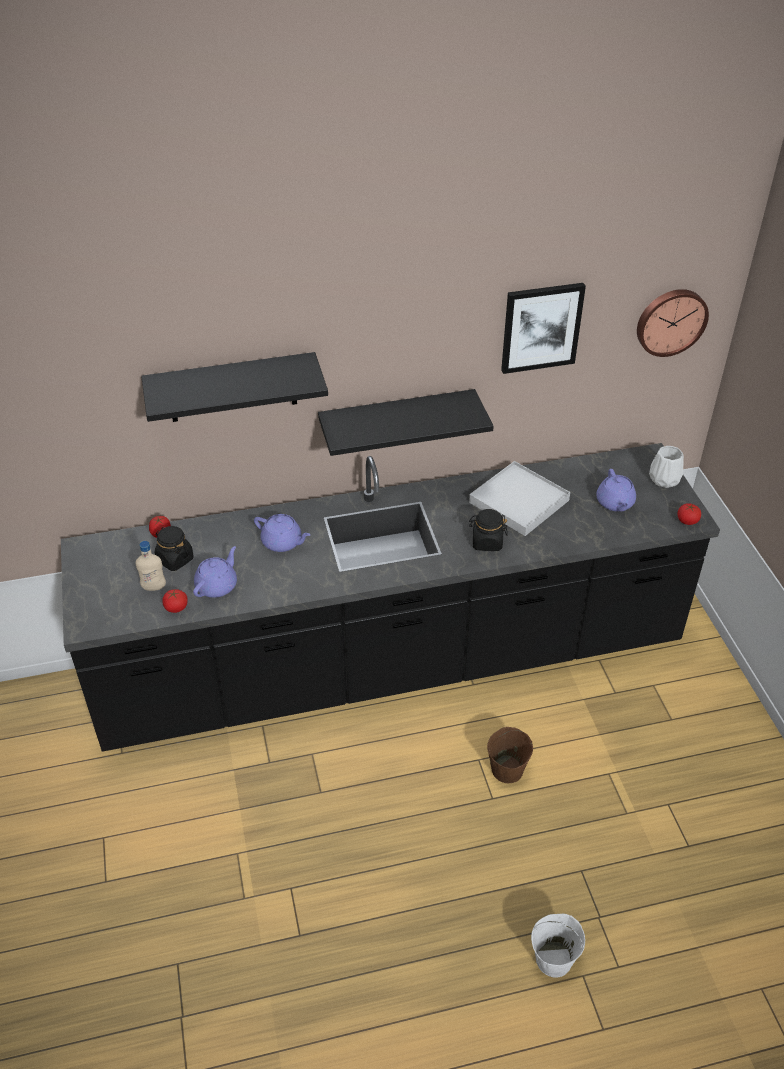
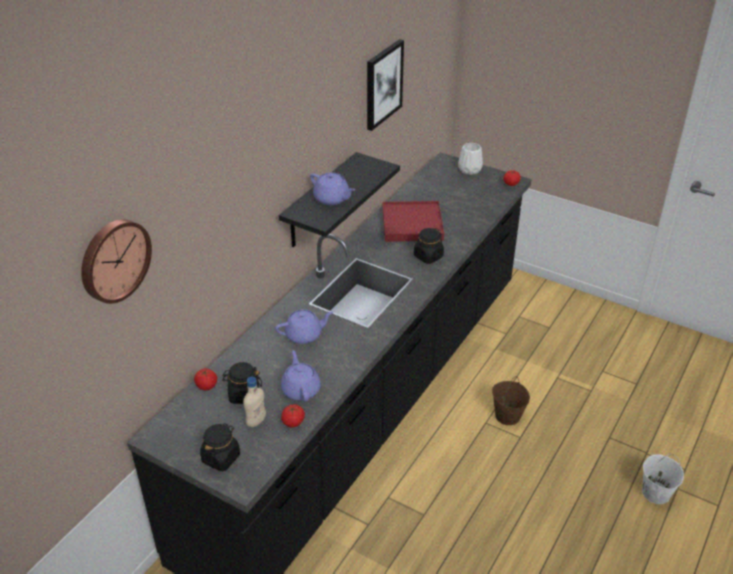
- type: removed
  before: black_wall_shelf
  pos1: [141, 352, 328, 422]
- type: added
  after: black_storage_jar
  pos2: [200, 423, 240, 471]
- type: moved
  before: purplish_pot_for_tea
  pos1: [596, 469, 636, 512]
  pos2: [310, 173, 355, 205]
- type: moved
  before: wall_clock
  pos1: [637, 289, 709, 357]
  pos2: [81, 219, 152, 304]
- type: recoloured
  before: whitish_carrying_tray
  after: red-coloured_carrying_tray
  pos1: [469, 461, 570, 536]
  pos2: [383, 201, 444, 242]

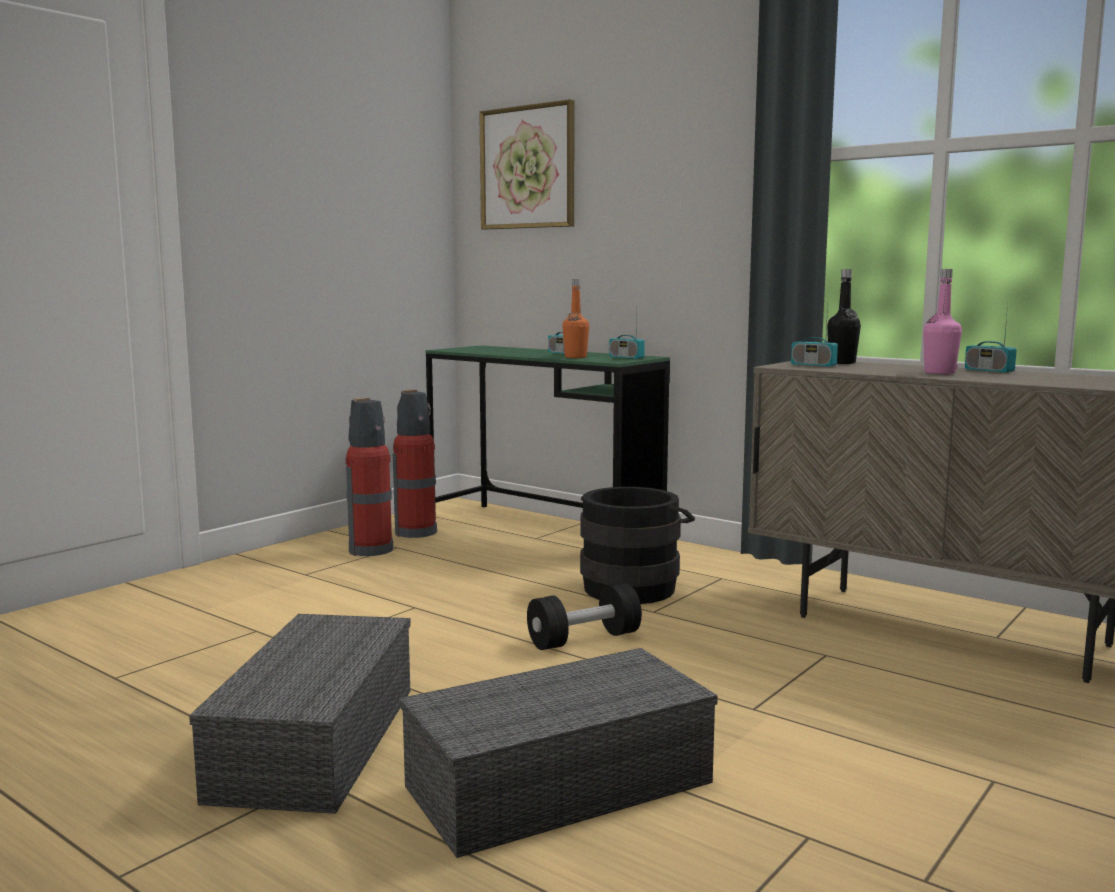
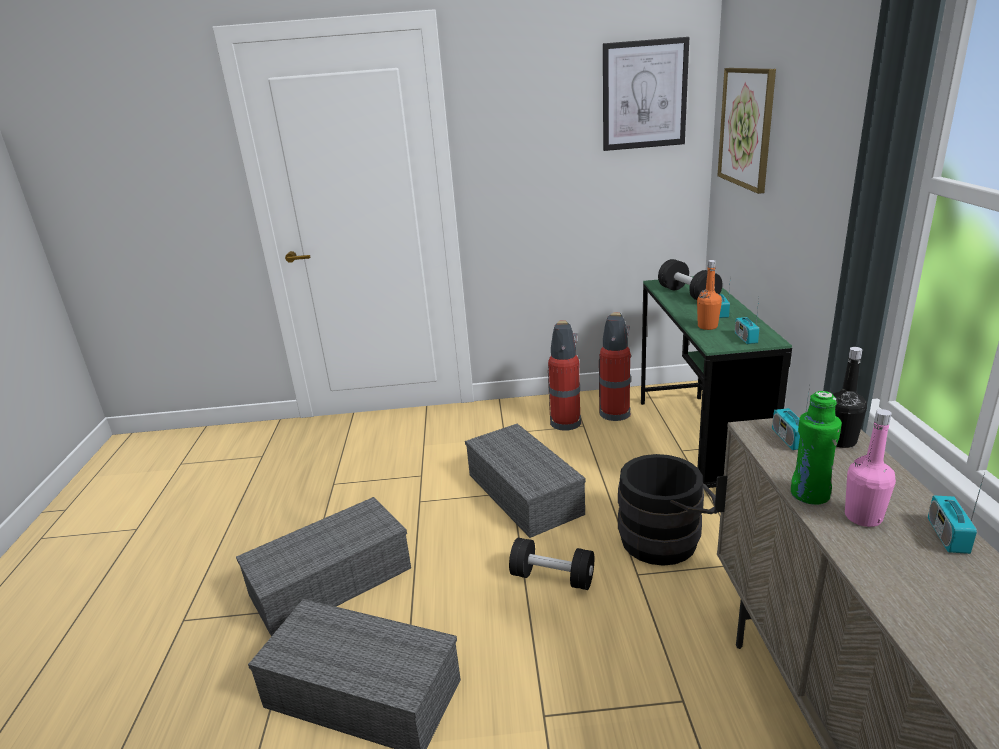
- type: added
  after: grey_storage_box
  pos2: [465, 424, 586, 538]
- type: added
  after: picture
  pos2: [603, 37, 689, 151]
- type: added
  after: black_dumbbell
  pos2: [658, 259, 722, 300]
- type: added
  after: greenish_beverage_bottle
  pos2: [791, 391, 842, 505]

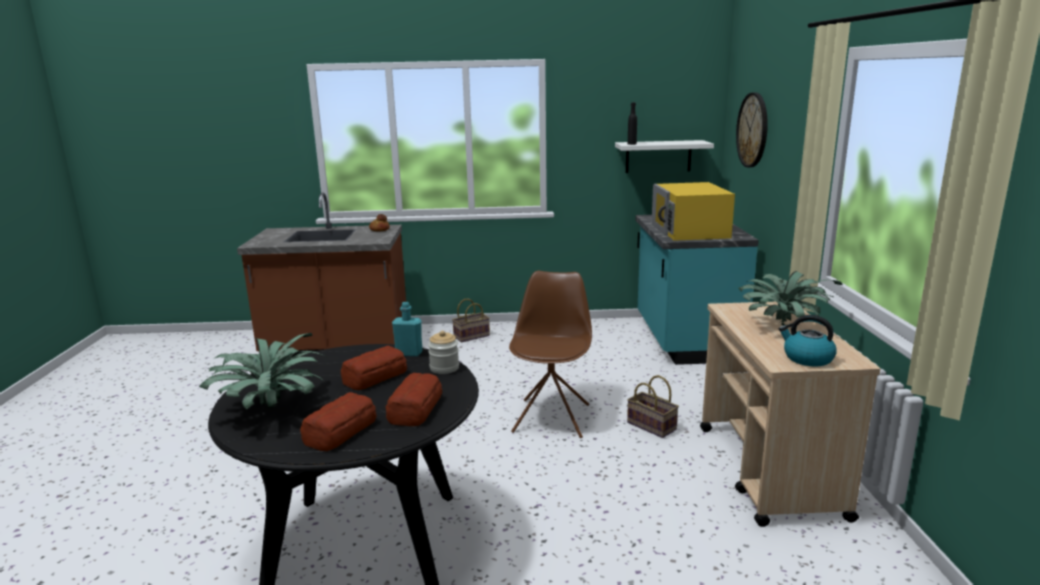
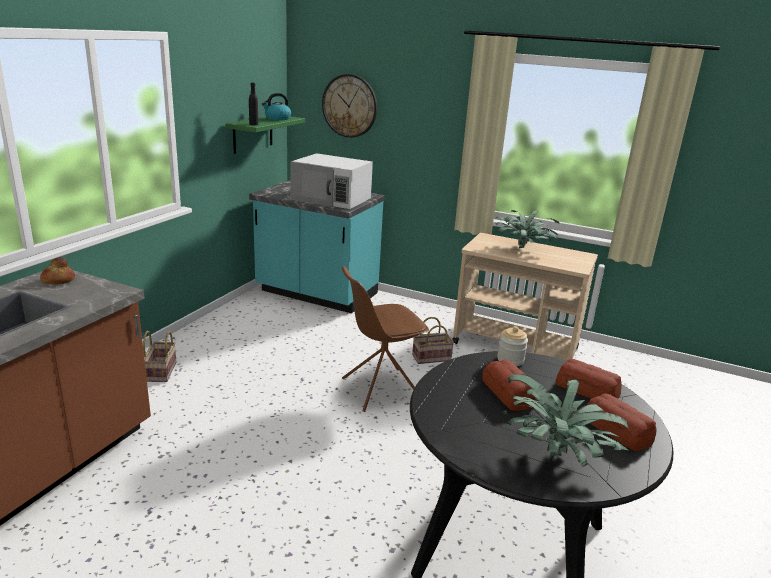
- type: removed
  before: blue-green_beverage_bottle
  pos1: [392, 302, 423, 356]
- type: moved
  before: tea_kettle
  pos1: [779, 315, 837, 367]
  pos2: [262, 93, 291, 120]
- type: recoloured
  before: whitish_wall_shelf
  after: greenish_wall_shelf
  pos1: [615, 140, 714, 173]
  pos2: [225, 116, 305, 154]
- type: recoloured
  before: yellowish_microwave
  after: whitish_microwave
  pos1: [651, 182, 735, 241]
  pos2: [290, 153, 373, 209]
- type: turned
  before: brown-coloured_upright_chair
  pos1: [509, 271, 592, 438]
  pos2: [342, 266, 429, 412]
  turn: -60

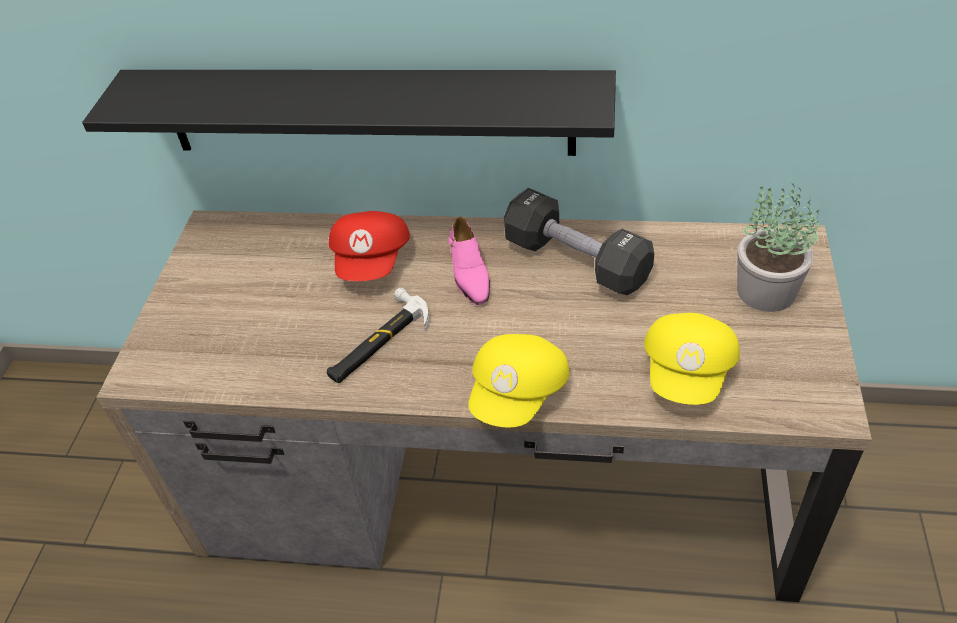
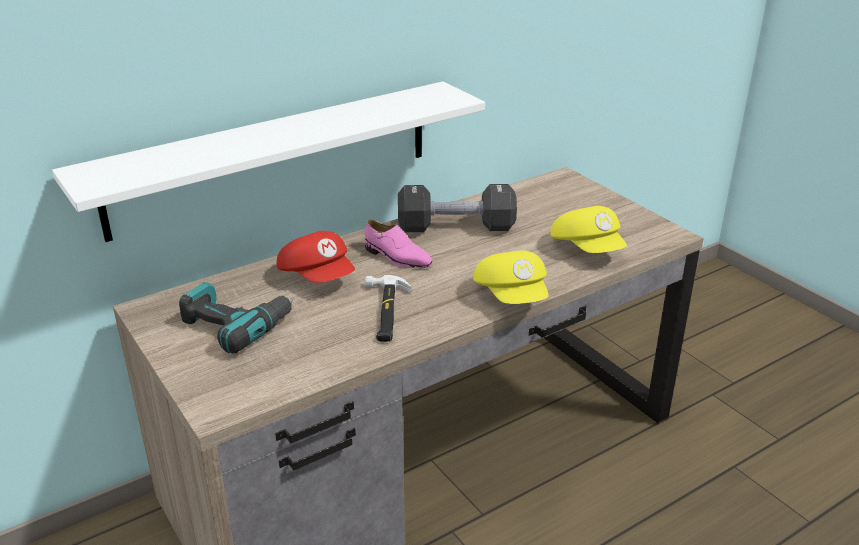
- type: removed
  before: potted_plant
  pos1: [737, 183, 820, 312]
- type: added
  after: electric_drill
  pos2: [179, 282, 294, 354]
- type: recoloured
  before: black_wall_shelf
  after: whitish_wall_shelf
  pos1: [82, 70, 616, 156]
  pos2: [52, 81, 485, 242]

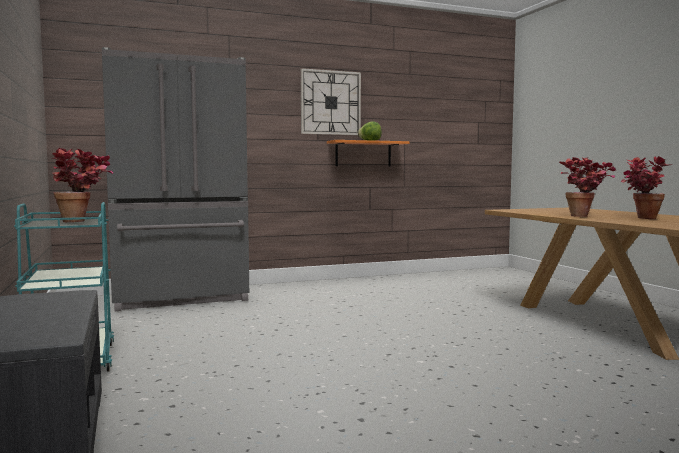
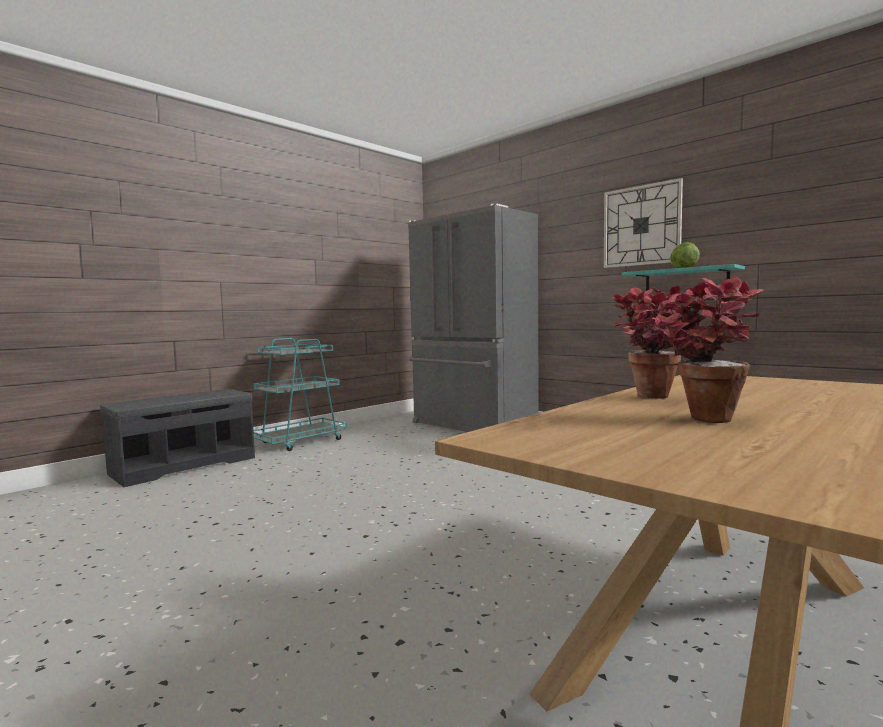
- type: removed
  before: potted_plant
  pos1: [52, 148, 113, 222]
- type: recoloured
  before: orange-coloured_wall_shelf
  after: blue-green_wall_shelf
  pos1: [327, 140, 410, 166]
  pos2: [622, 264, 745, 302]

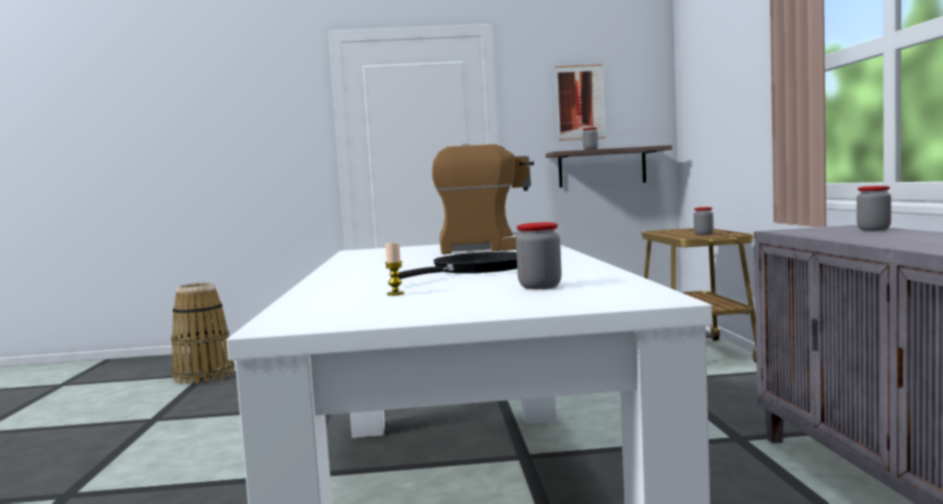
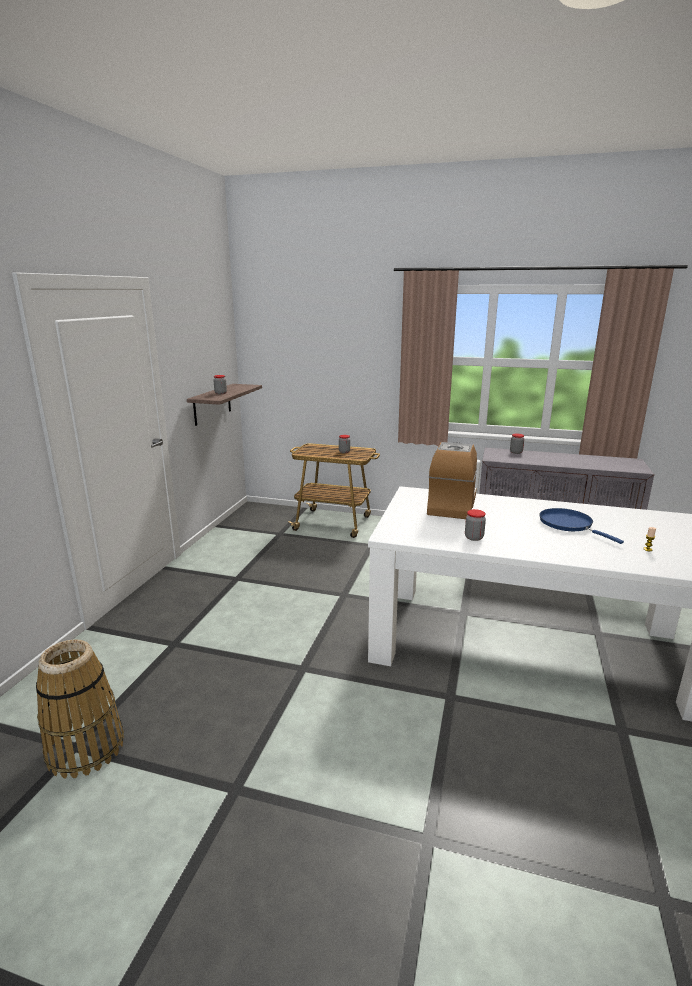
- type: removed
  before: picture
  pos1: [555, 64, 606, 141]
- type: moved
  before: storage_jar
  pos1: [516, 222, 562, 289]
  pos2: [465, 509, 486, 541]
- type: recoloured
  before: black_pan
  after: blue_pan
  pos1: [398, 252, 517, 279]
  pos2: [539, 508, 624, 544]

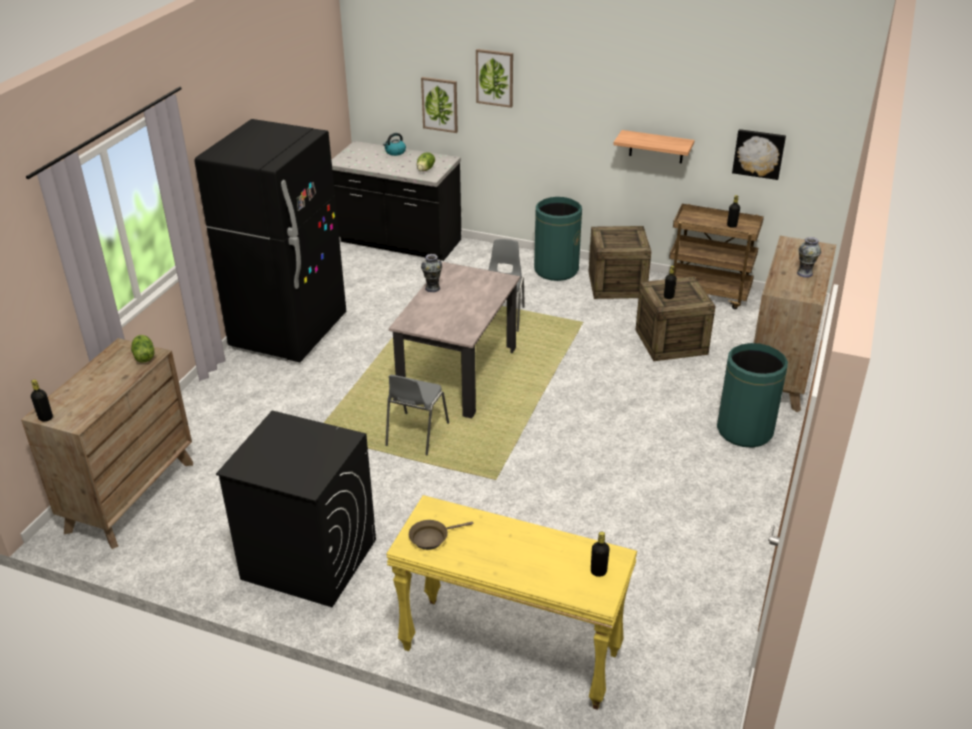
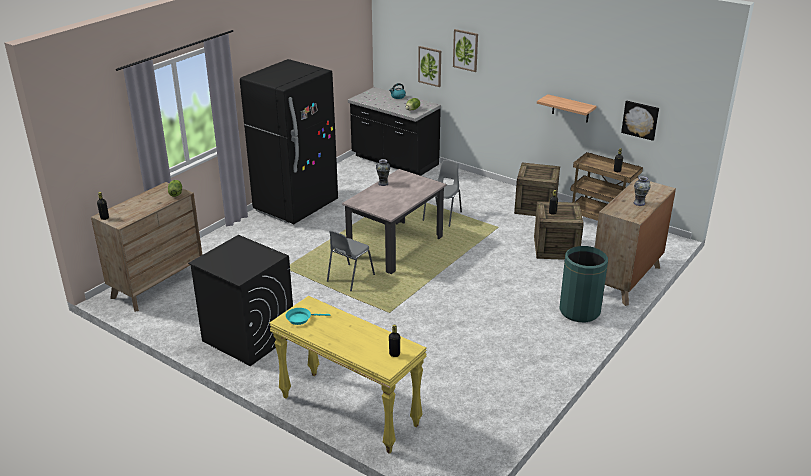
- type: removed
  before: greenish_trash_can
  pos1: [534, 197, 582, 281]
- type: recoloured
  before: brown-coloured_pan
  after: blue-green_pan
  pos1: [409, 520, 474, 550]
  pos2: [286, 308, 330, 325]

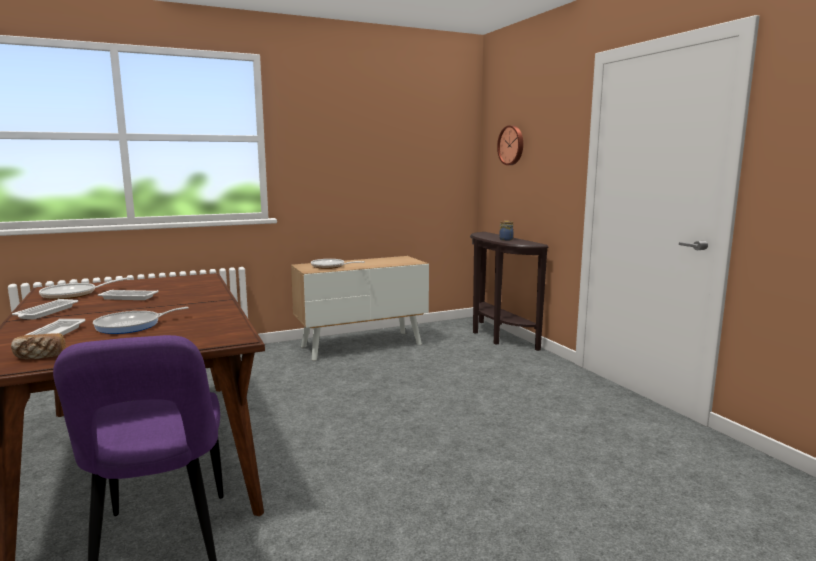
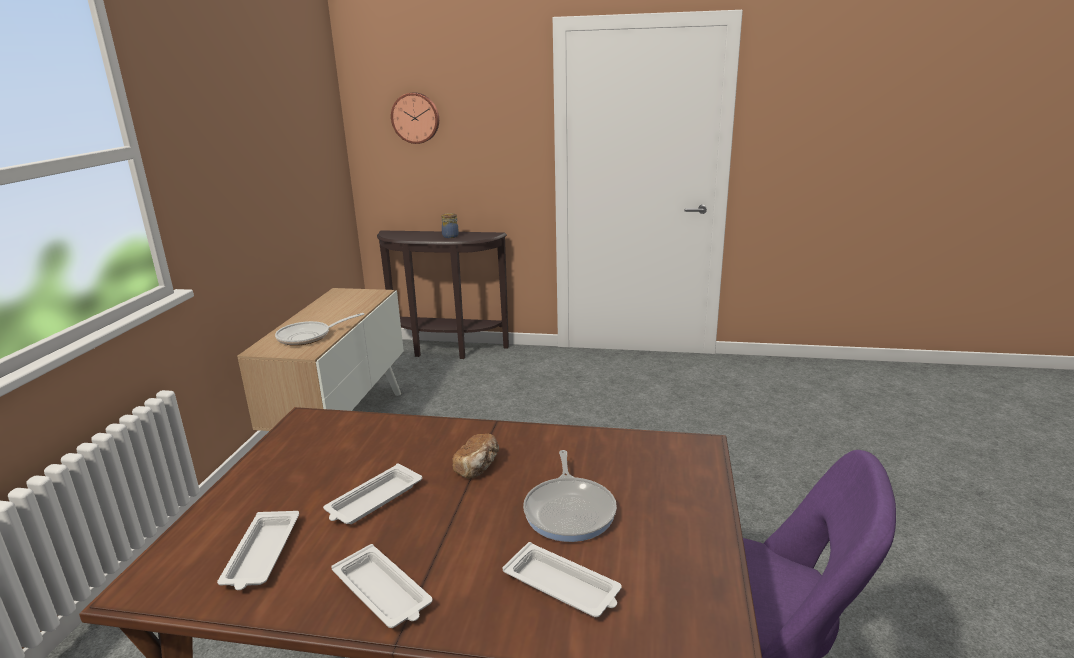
- type: moved
  before: bakery_bread
  pos1: [11, 333, 66, 359]
  pos2: [452, 434, 499, 479]
- type: replaced
  before: pan
  after: whitish_carrying_tray
  pos1: [39, 277, 133, 300]
  pos2: [217, 511, 299, 590]

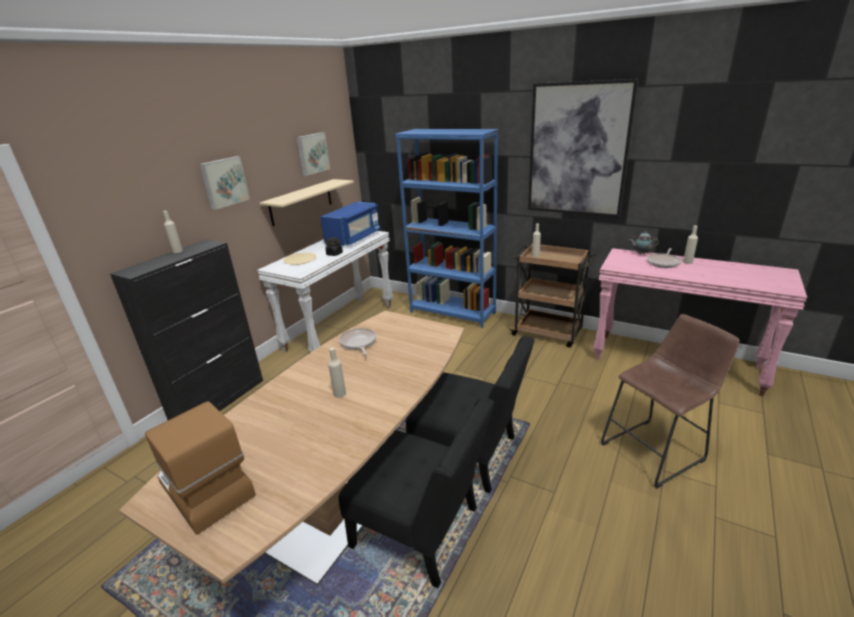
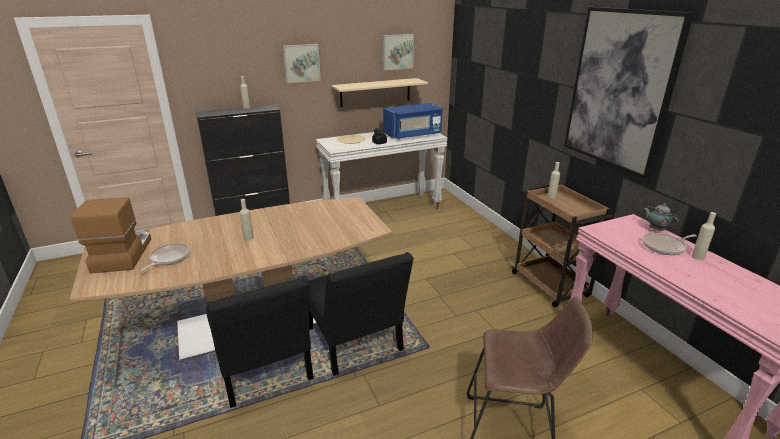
- type: removed
  before: blue_shelving_unit
  pos1: [395, 129, 499, 328]
- type: moved
  before: pan
  pos1: [339, 328, 376, 355]
  pos2: [140, 243, 190, 272]

